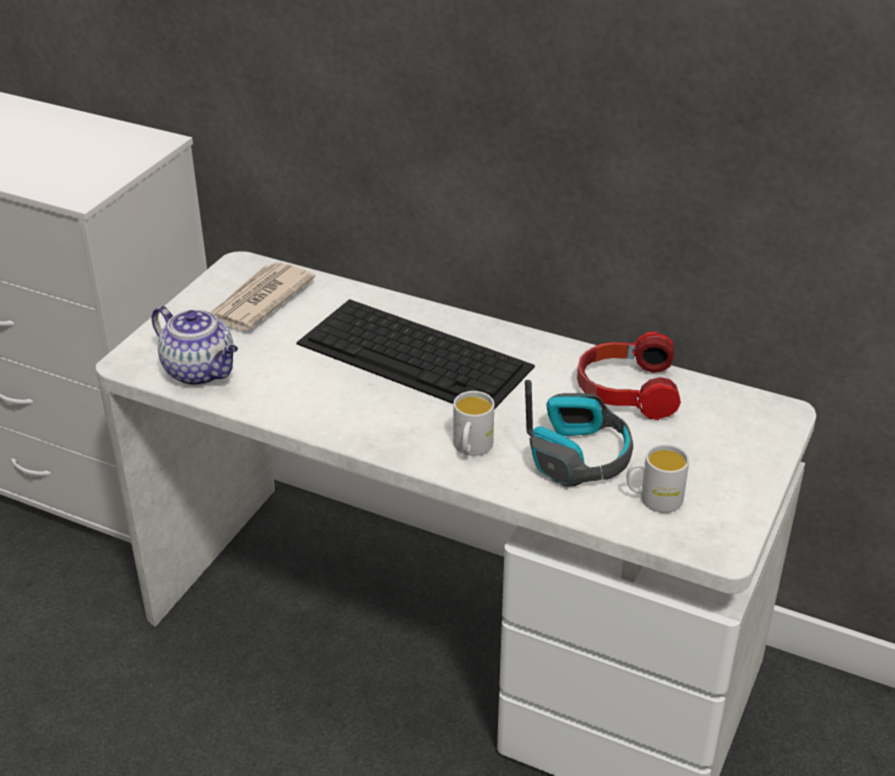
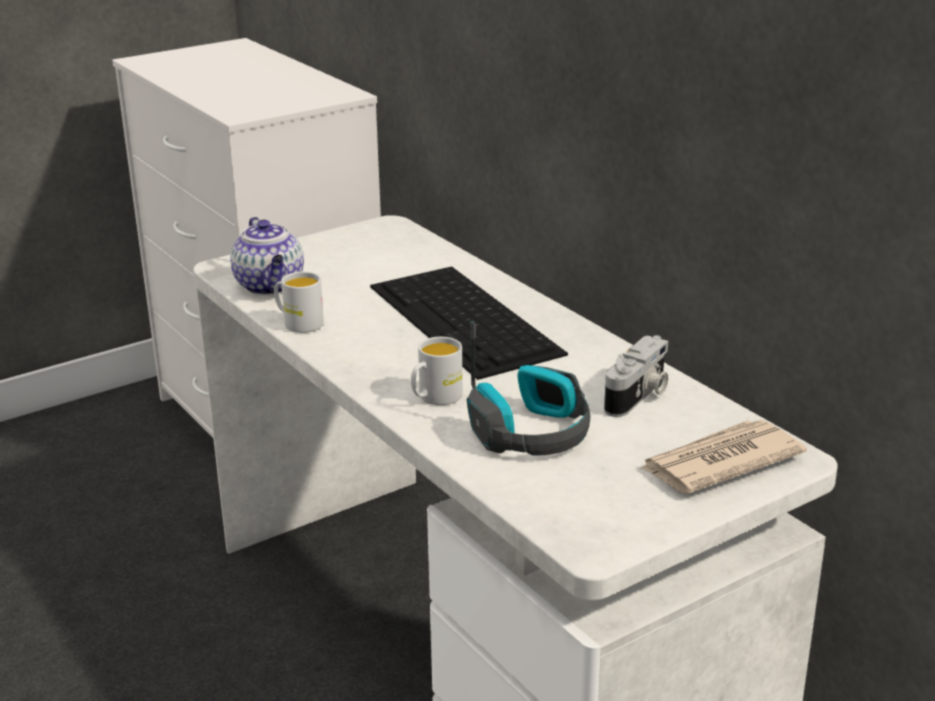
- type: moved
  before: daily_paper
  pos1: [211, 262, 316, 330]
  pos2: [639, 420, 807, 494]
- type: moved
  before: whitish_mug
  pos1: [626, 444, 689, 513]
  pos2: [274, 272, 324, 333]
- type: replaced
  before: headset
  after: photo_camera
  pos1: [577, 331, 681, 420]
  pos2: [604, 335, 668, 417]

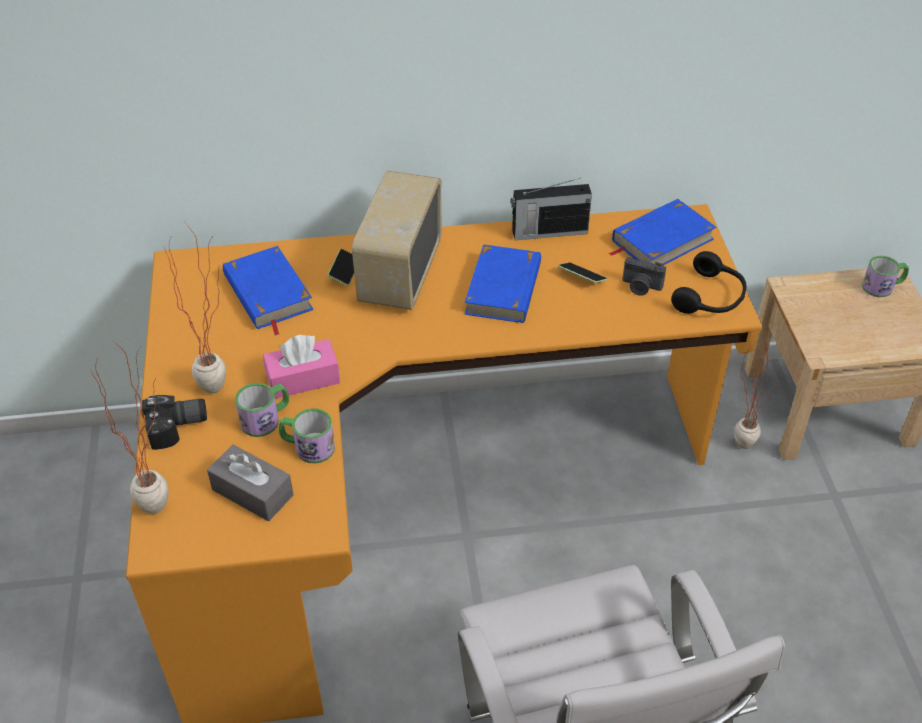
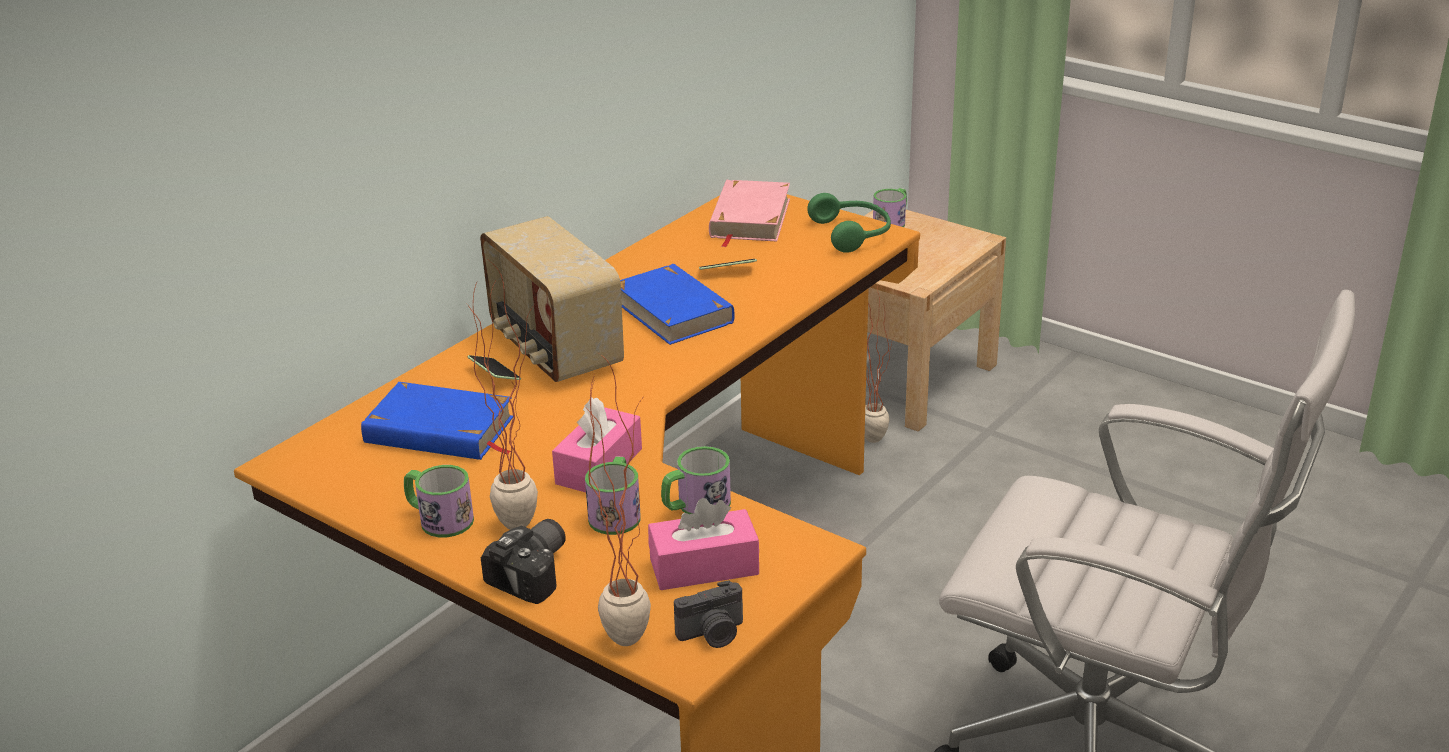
- type: removed
  before: radio_set
  pos1: [511, 178, 592, 240]
- type: added
  after: mug
  pos2: [404, 465, 474, 537]
- type: moved
  before: photo_camera
  pos1: [622, 257, 666, 296]
  pos2: [674, 580, 743, 648]
- type: recoloured
  before: grey_tissue_box
  after: pinkish_tissue_box
  pos1: [207, 445, 294, 521]
  pos2: [648, 498, 759, 590]
- type: recoloured
  before: blue_volume
  after: pinkish_volume
  pos1: [608, 199, 716, 265]
  pos2: [709, 180, 790, 248]
- type: recoloured
  before: black_headset
  after: greenish_headset
  pos1: [671, 251, 746, 314]
  pos2: [807, 193, 891, 253]

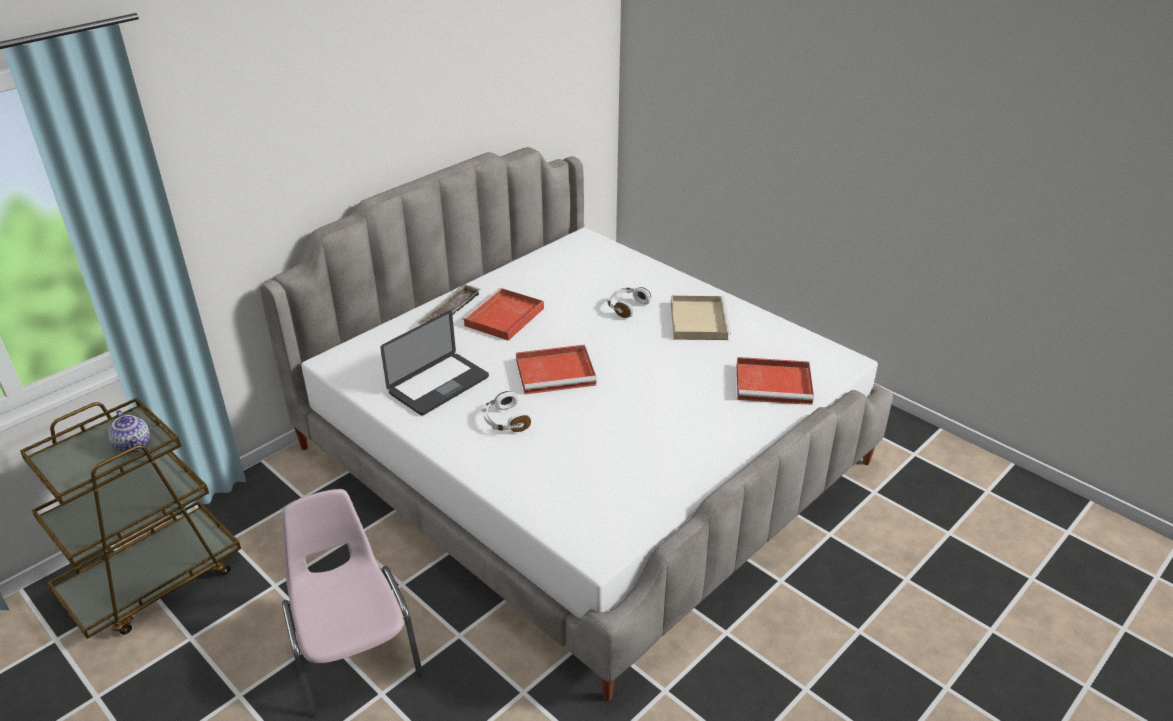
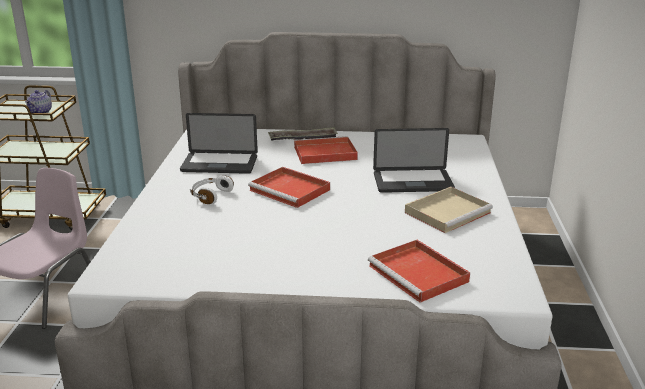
- type: replaced
  before: whitish_headset
  after: laptop
  pos1: [607, 287, 651, 318]
  pos2: [373, 128, 455, 193]

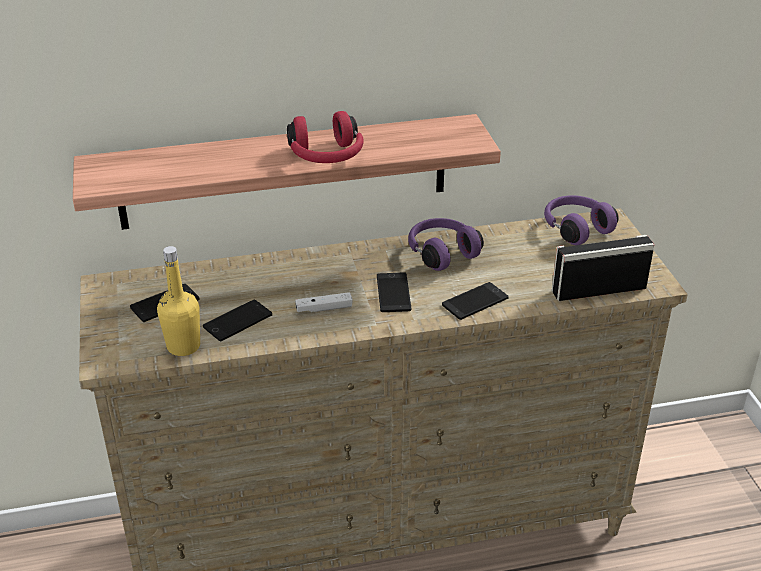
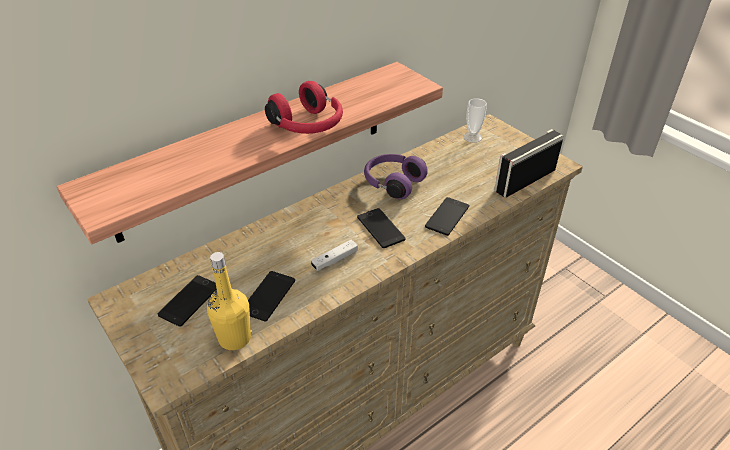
- type: replaced
  before: purplish_headset
  after: cup
  pos1: [544, 195, 619, 245]
  pos2: [463, 98, 487, 143]

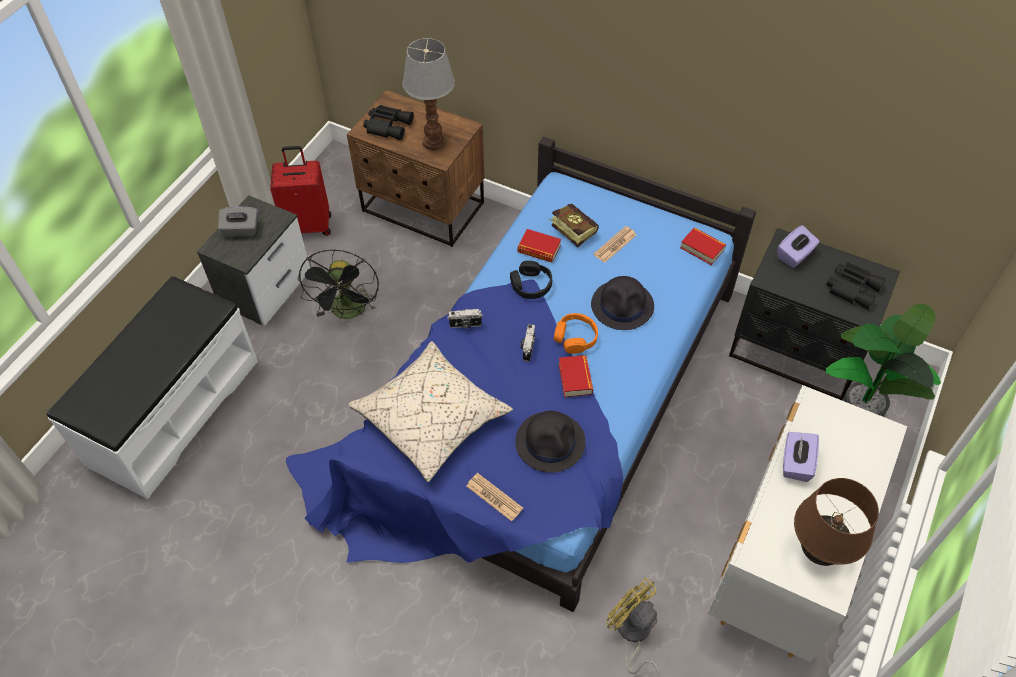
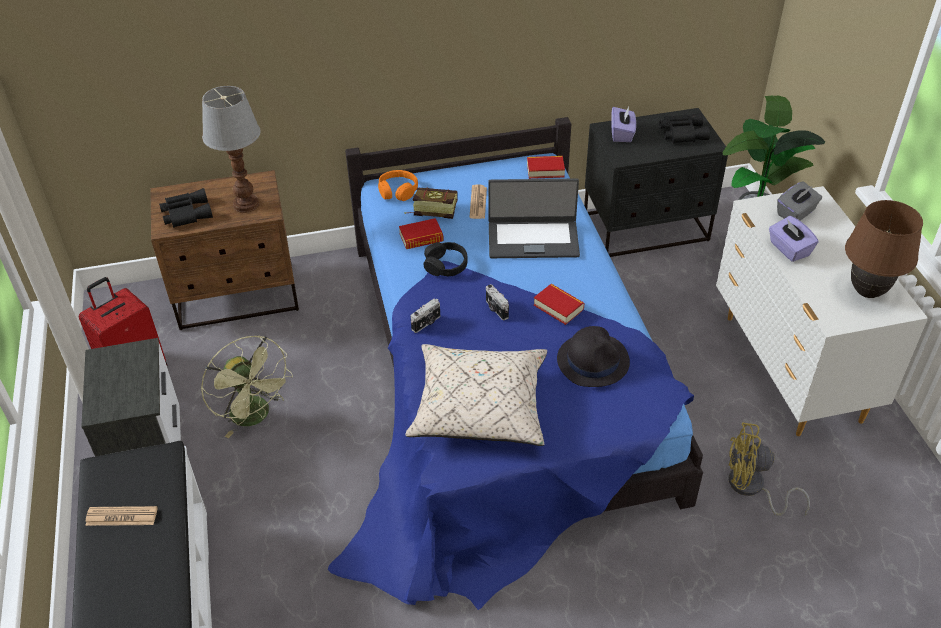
- type: moved
  before: grey_tissue_box
  pos1: [218, 207, 258, 237]
  pos2: [777, 182, 822, 221]
- type: moved
  before: daily_paper
  pos1: [466, 473, 523, 522]
  pos2: [85, 506, 158, 526]
- type: moved
  before: orange-coloured_headset
  pos1: [554, 313, 598, 354]
  pos2: [378, 170, 418, 201]
- type: replaced
  before: black_clothing_hat
  after: laptop
  pos1: [591, 276, 654, 330]
  pos2: [488, 178, 580, 258]
- type: recoloured
  before: black_cooling_fan
  after: greenish_cooling_fan
  pos1: [298, 249, 379, 319]
  pos2: [201, 335, 293, 438]

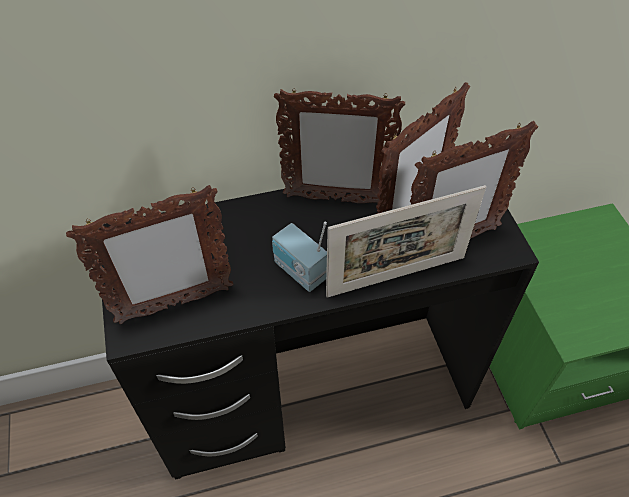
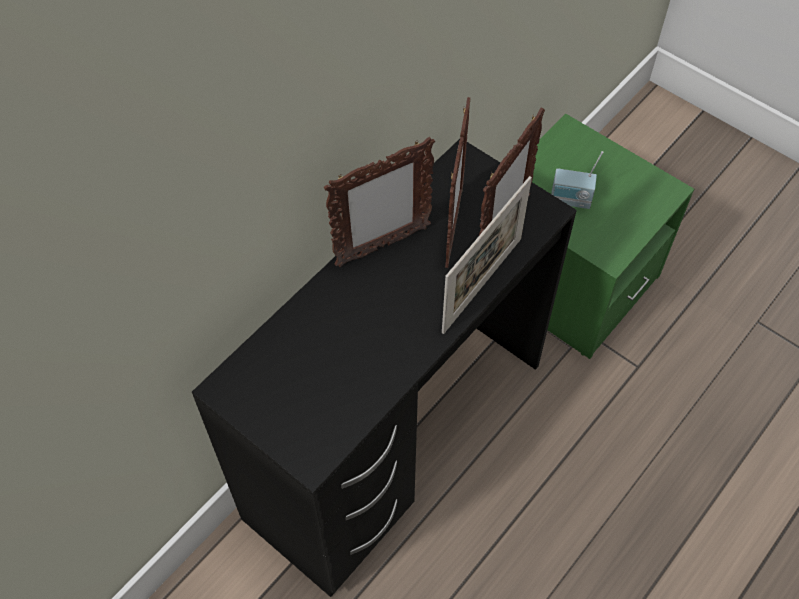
- type: removed
  before: standing_frame
  pos1: [66, 185, 234, 324]
- type: moved
  before: radio_set
  pos1: [272, 221, 327, 292]
  pos2: [551, 151, 603, 209]

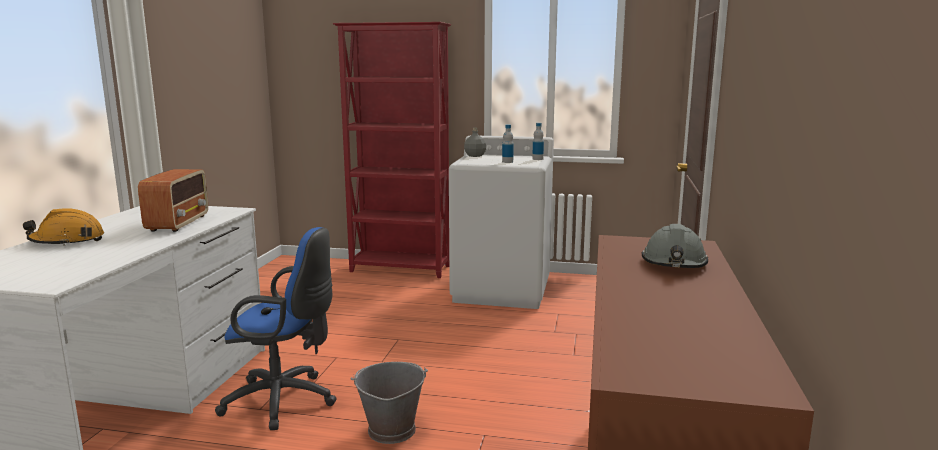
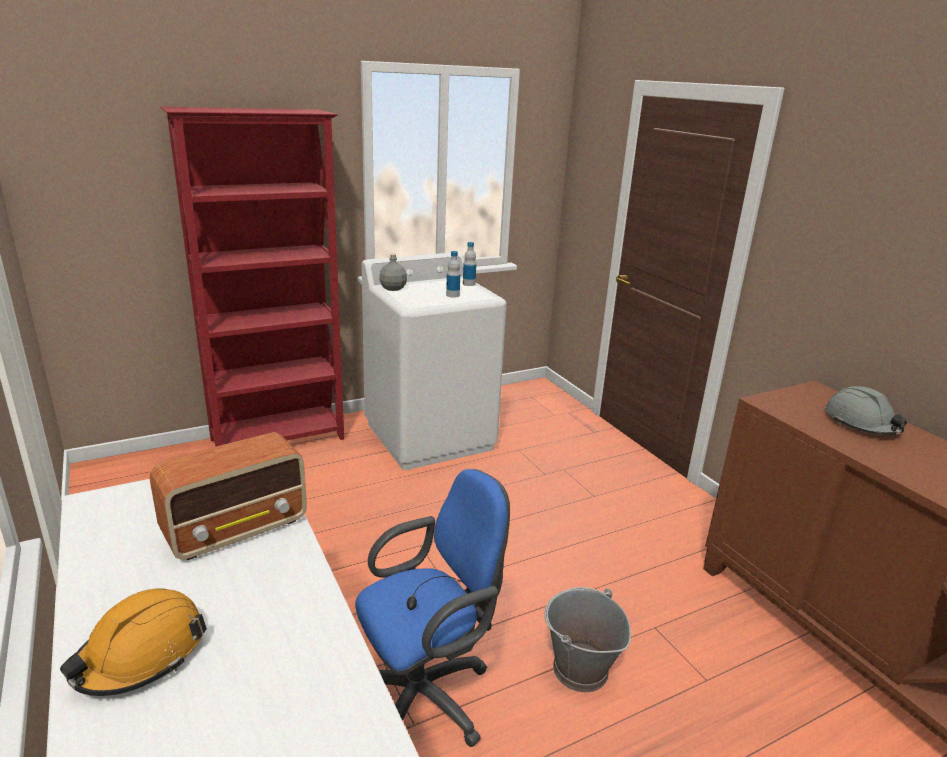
- type: turned
  before: radio_set
  pos1: [138, 169, 208, 232]
  pos2: [150, 432, 307, 560]
  turn: 90

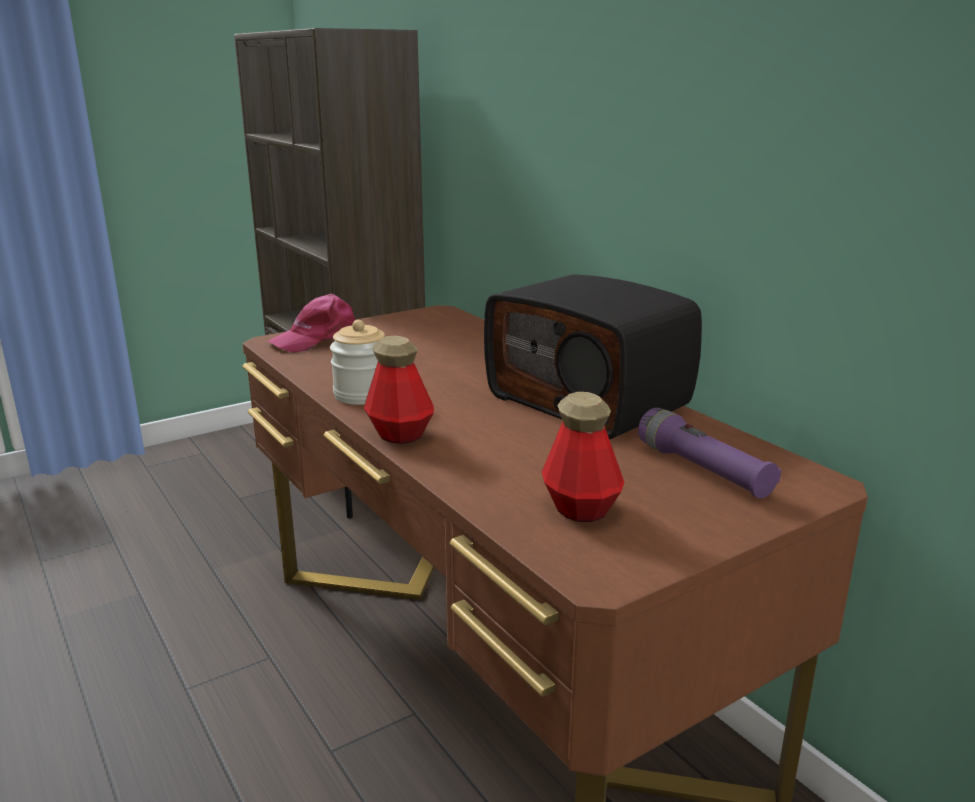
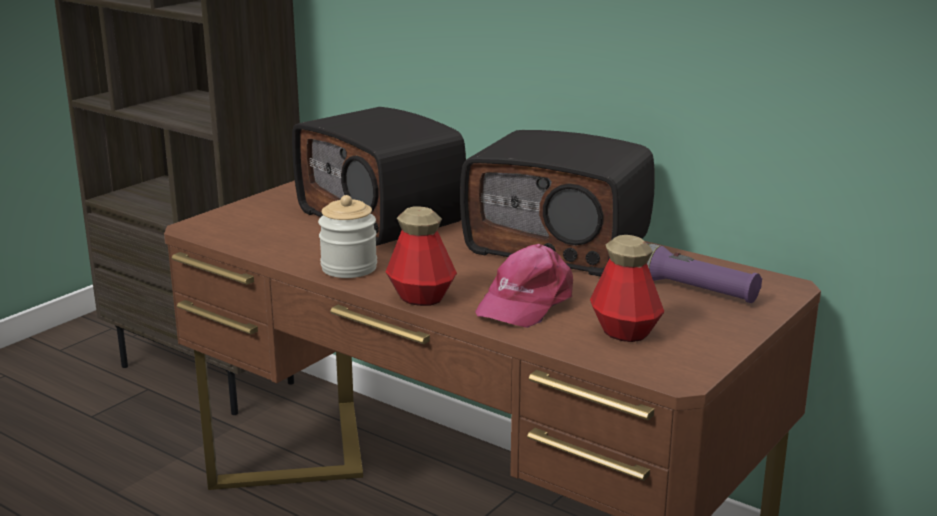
- type: added
  after: radio_set
  pos2: [292, 107, 466, 246]
- type: moved
  before: pinkish_cap
  pos1: [267, 294, 356, 353]
  pos2: [475, 244, 573, 328]

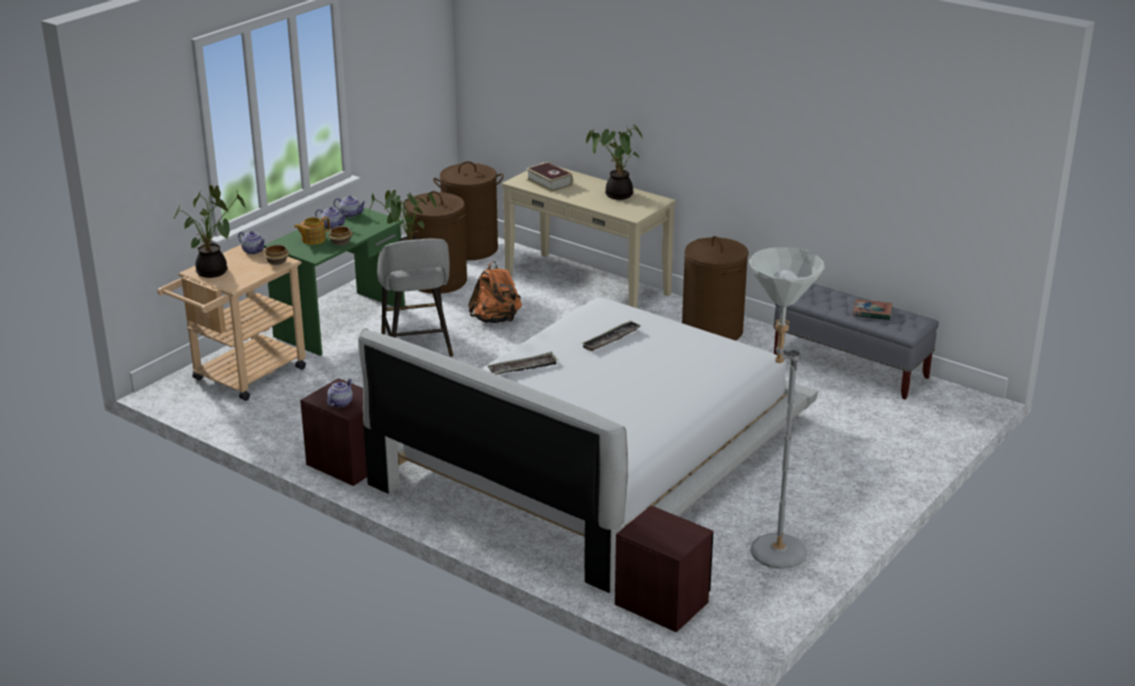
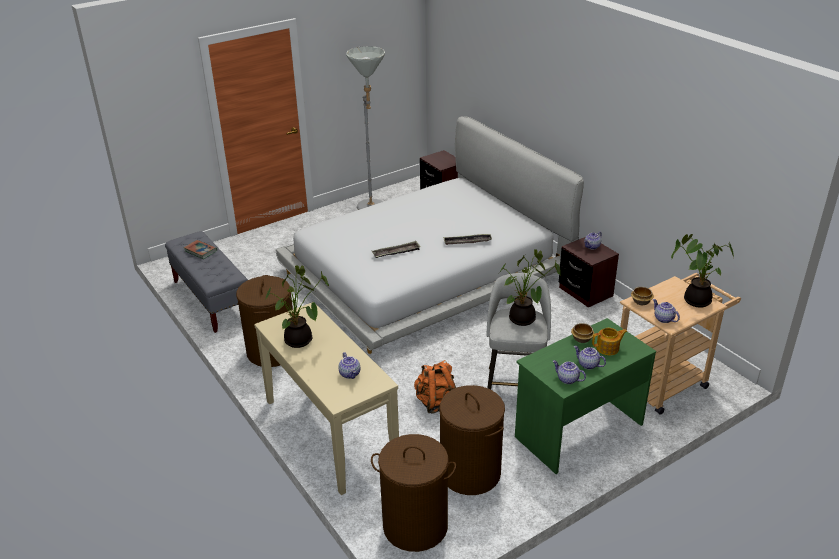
- type: replaced
  before: volume
  after: pot_for_tea
  pos1: [526, 162, 573, 192]
  pos2: [338, 352, 360, 379]

